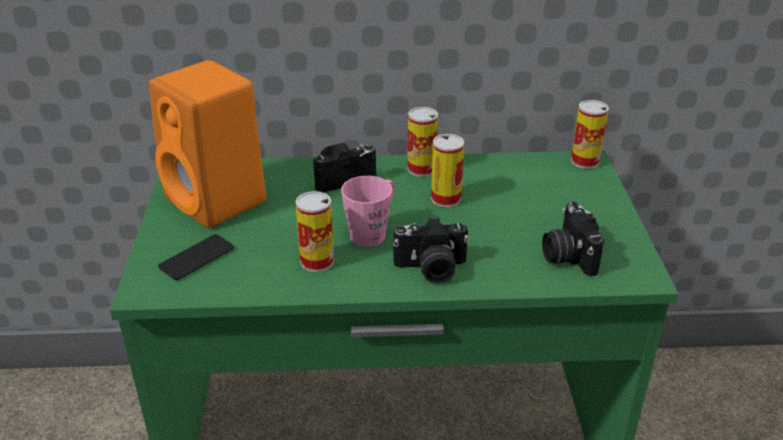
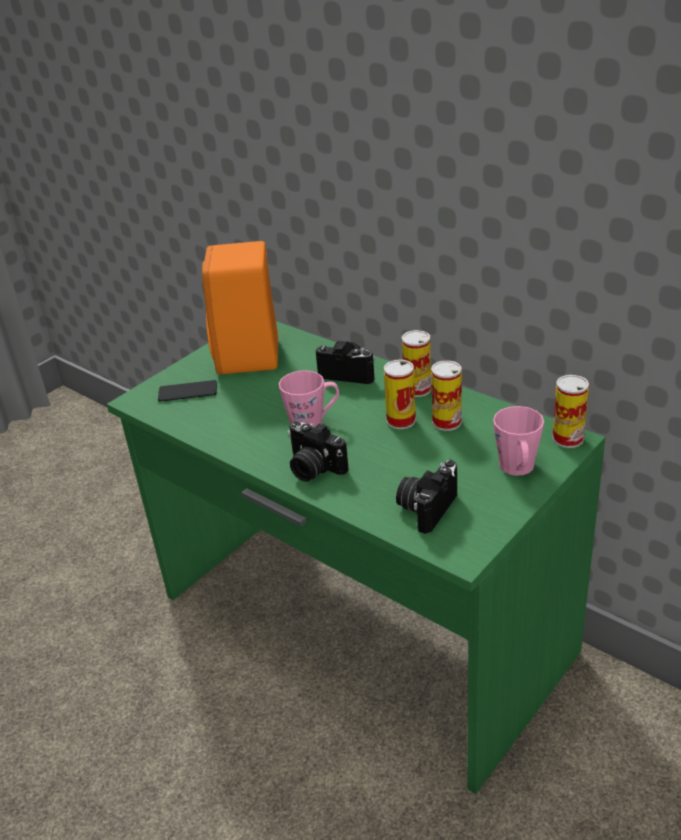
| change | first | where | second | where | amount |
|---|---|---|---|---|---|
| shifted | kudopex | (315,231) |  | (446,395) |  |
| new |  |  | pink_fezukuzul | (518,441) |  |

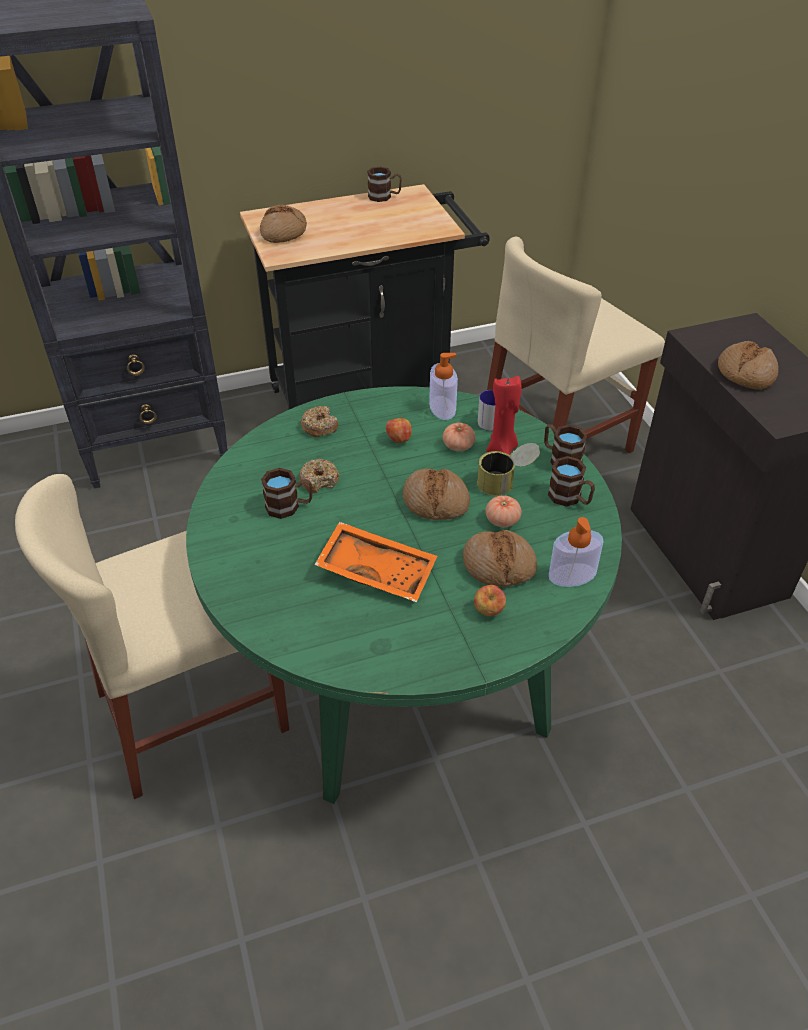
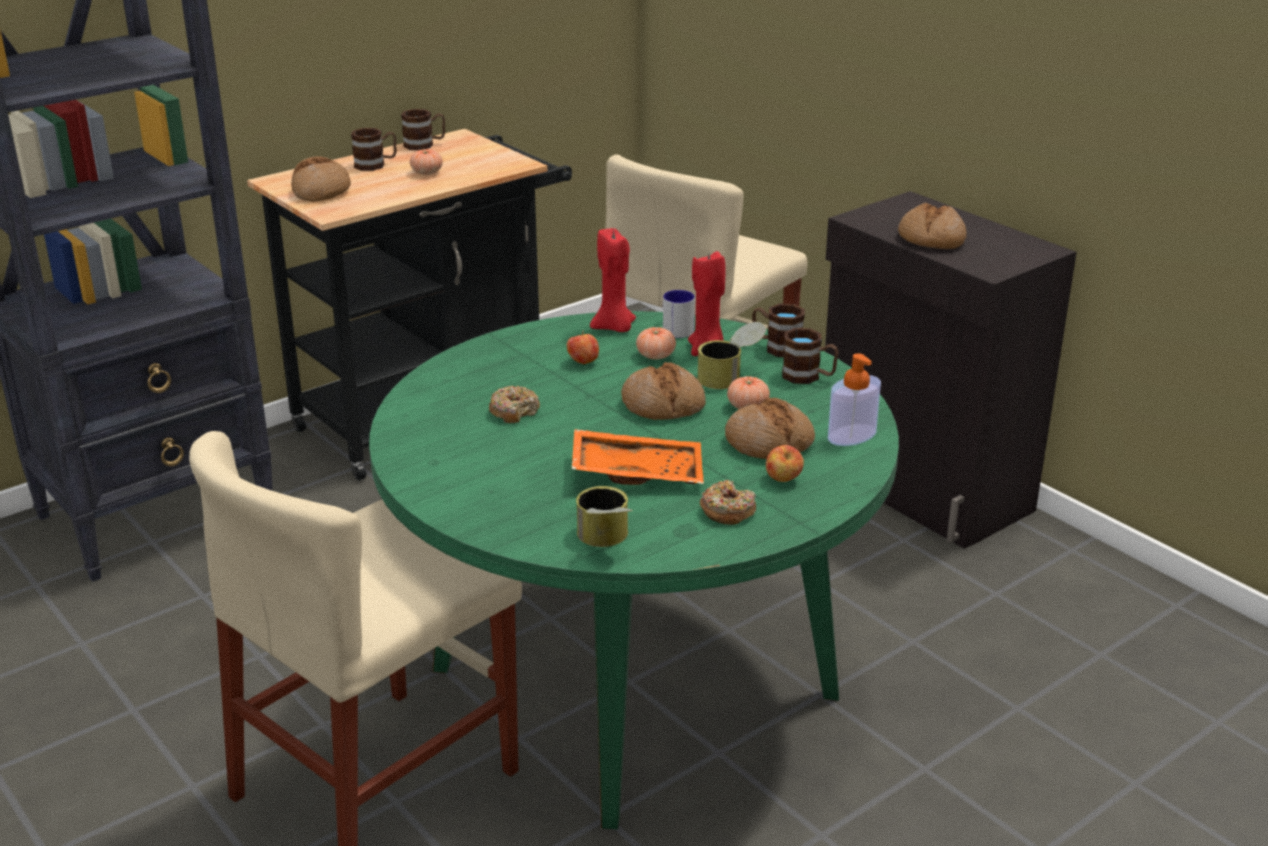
| change | first | where | second | where | amount |
|---|---|---|---|---|---|
| shifted | brown_fezukuzul | (286,493) |  | (373,149) |  |
| new |  |  | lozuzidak | (426,162) |  |
| new |  |  | kudopex | (604,516) |  |
| swapped | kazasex | (443,386) | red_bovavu | (613,280) |  |
| shifted | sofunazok | (319,421) |  | (728,502) |  |

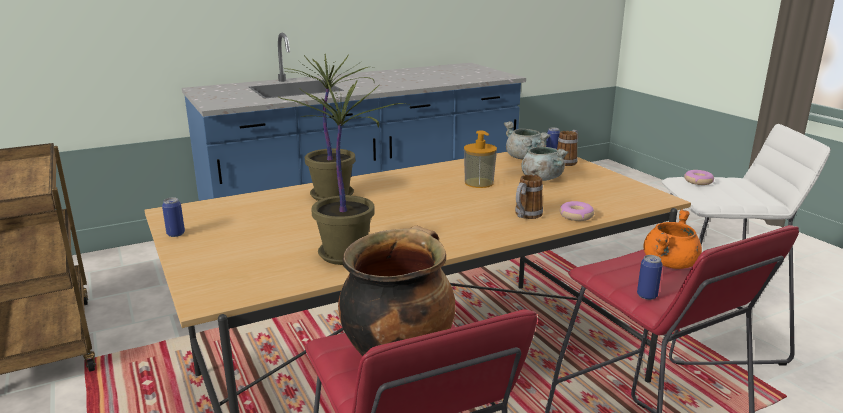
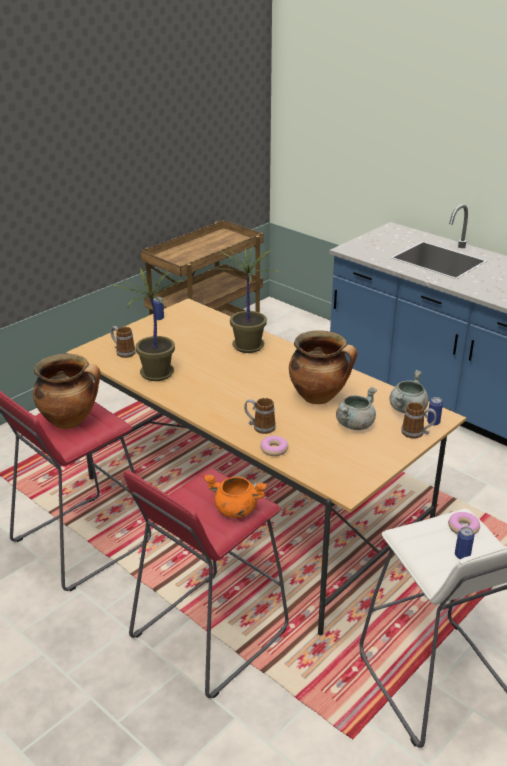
| change | first | where | second | where | amount |
|---|---|---|---|---|---|
| new |  |  | fezukuzul | (123,342) |  |
| swapped | kazasex | (480,159) | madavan | (323,367) |  |
| shifted | kudopex | (650,277) |  | (464,543) |  |

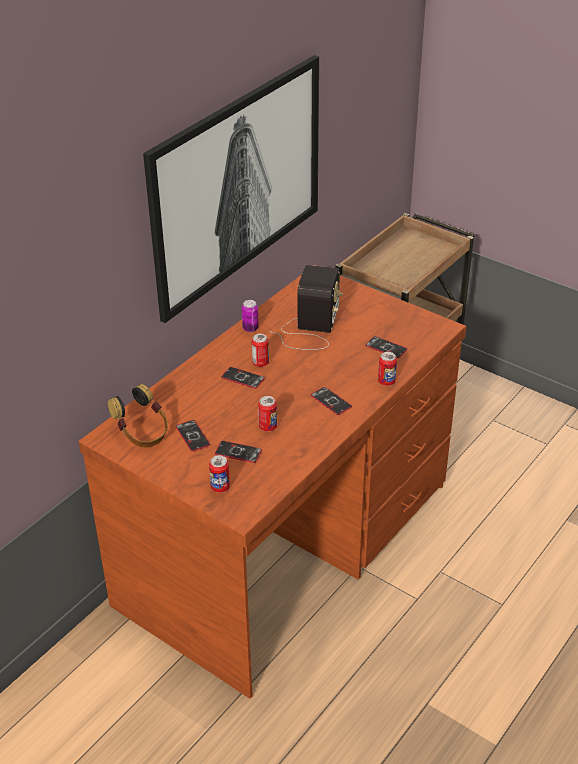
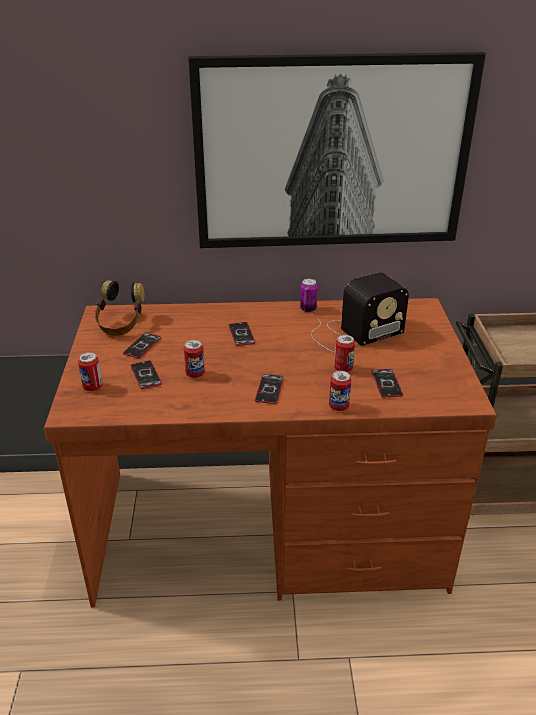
| change | first | where | second | where | amount |
|---|---|---|---|---|---|
| shifted | kudopex | (260,350) |  | (344,353) |  |

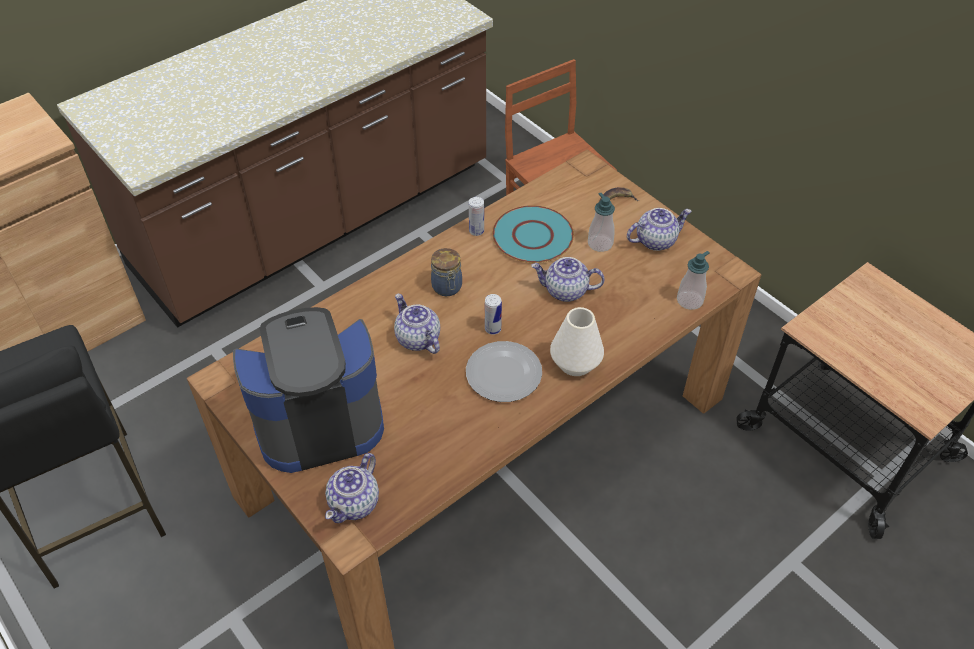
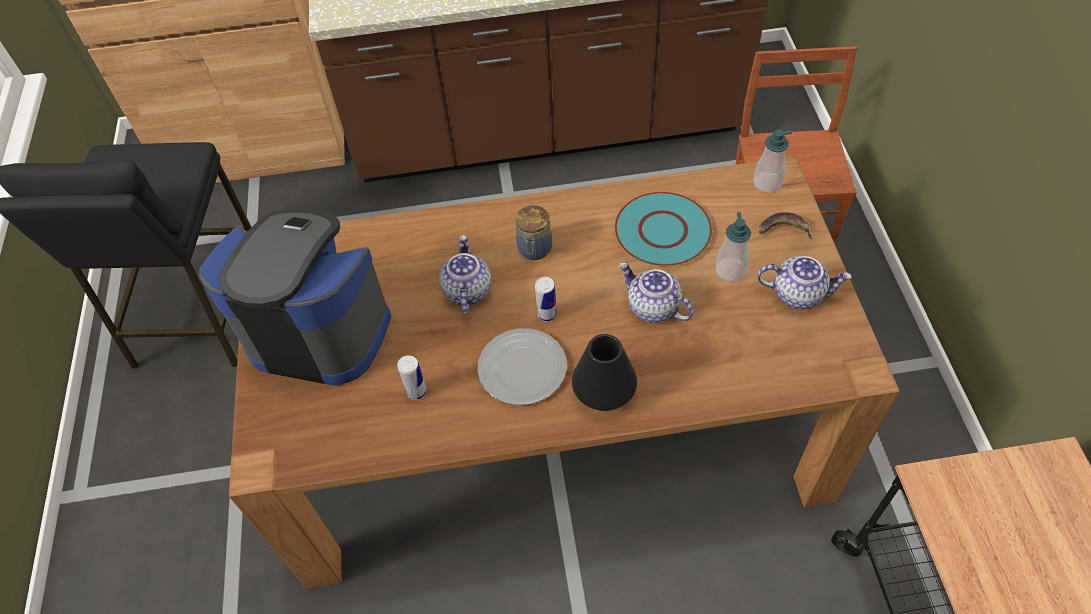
| change | first | where | second | where | amount |
|---|---|---|---|---|---|
| shifted | kudopex | (476,216) |  | (412,377) |  |
| repainted | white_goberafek | (577,341) | black_goberafek | (604,372) |  |
| shifted | kazasex | (693,280) |  | (772,161) |  |
| gone | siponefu | (352,488) |  |  |  |

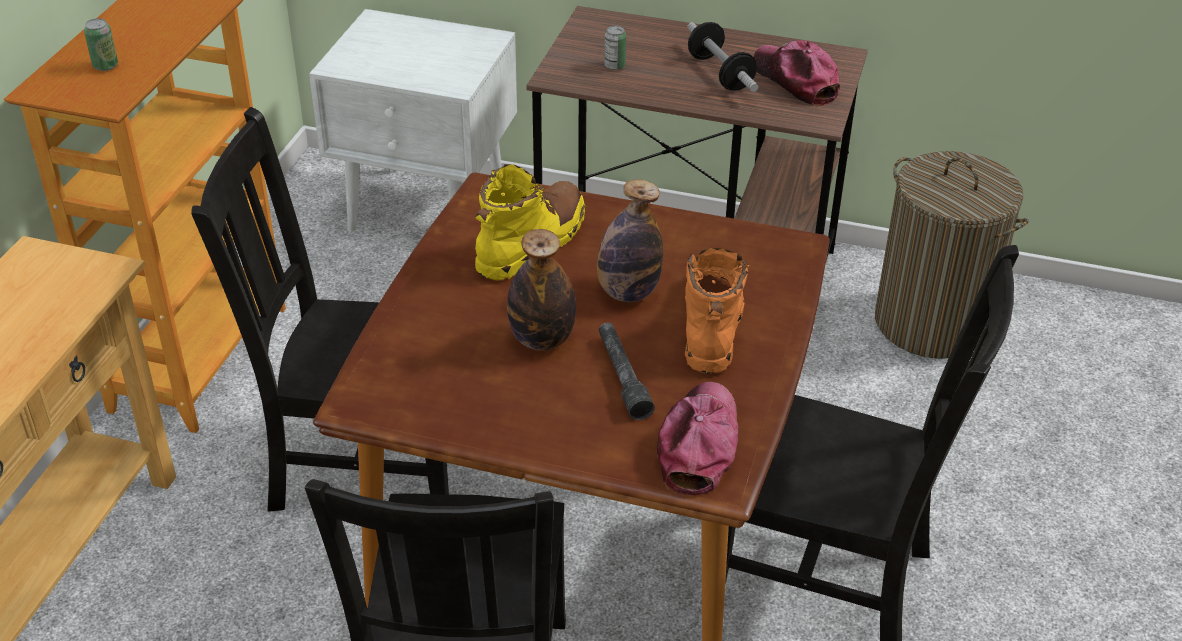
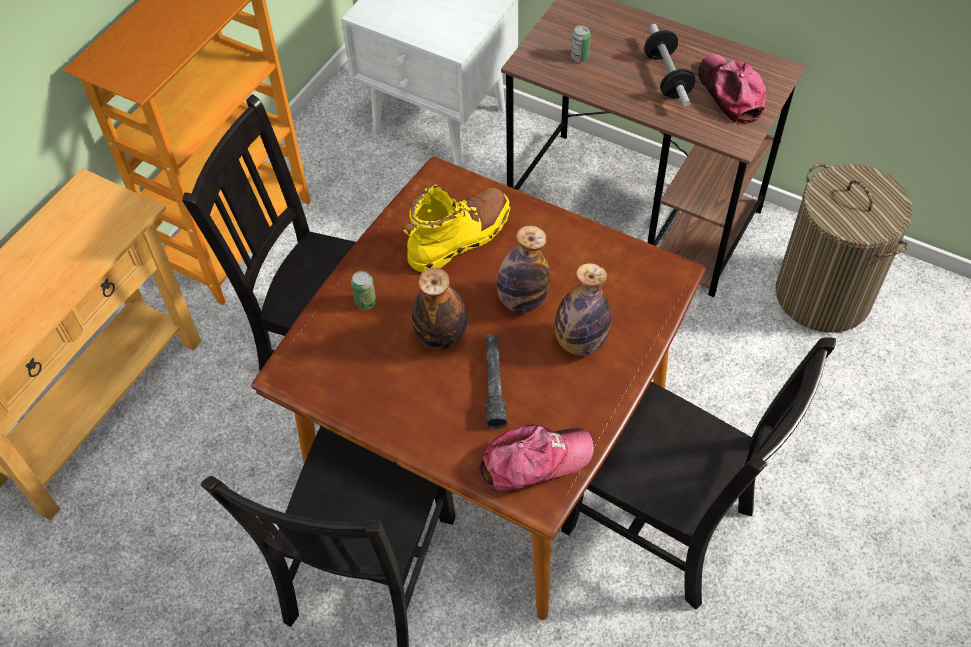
| change | first | where | second | where | amount |
|---|---|---|---|---|---|
| shifted | kudopex | (101,44) |  | (363,290) |  |
| rotated | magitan | (697,438) |  | (536,458) | 45 degrees clockwise |
| swapped | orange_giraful | (717,311) | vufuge | (583,309) |  |

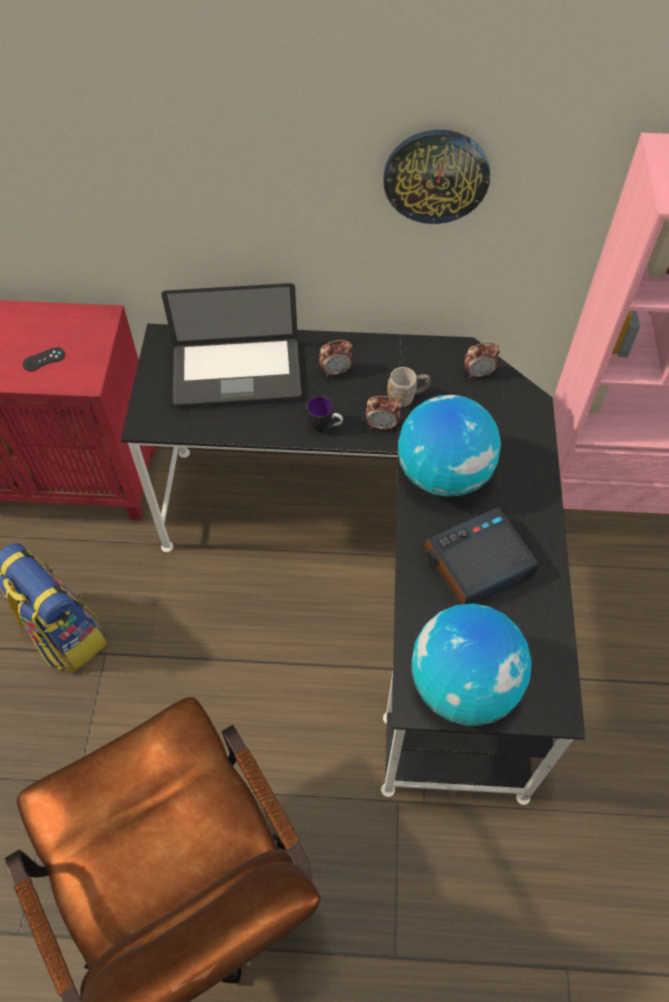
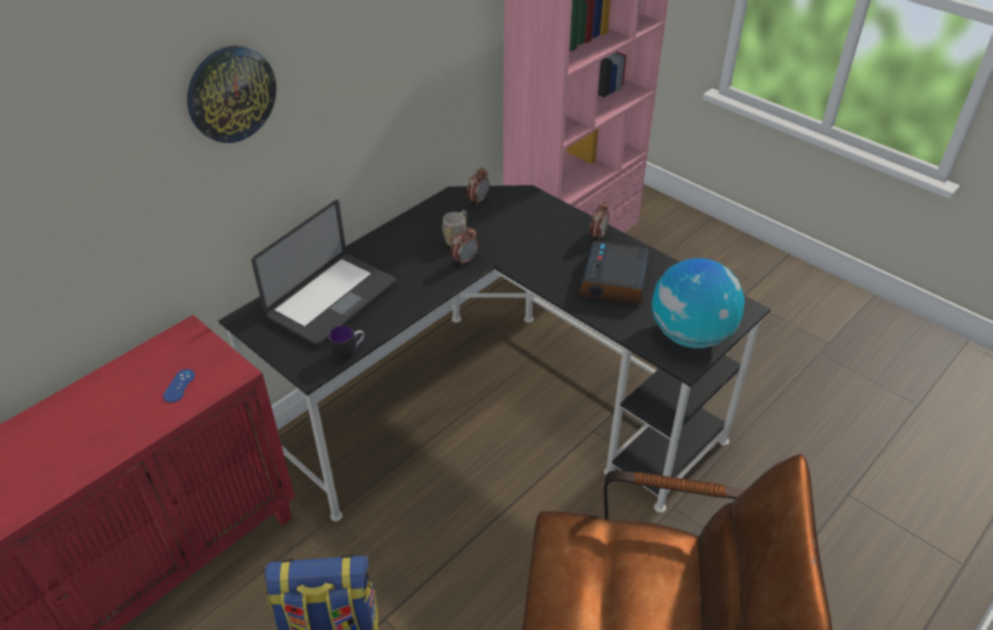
| change | first | where | second | where | amount |
|---|---|---|---|---|---|
| repainted | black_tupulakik | (43,359) | blue_tupulakik | (179,386) |  |
| shifted | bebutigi | (436,177) |  | (231,94) |  |
| shifted | fezukuzul | (324,414) |  | (346,343) |  |
| shifted | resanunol | (336,358) |  | (599,221) |  |
| gone | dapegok | (449,446) |  |  |  |

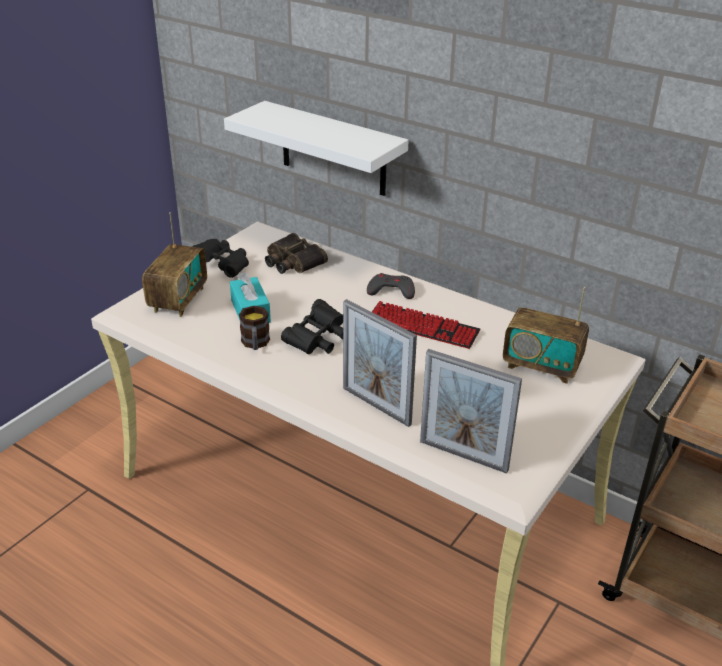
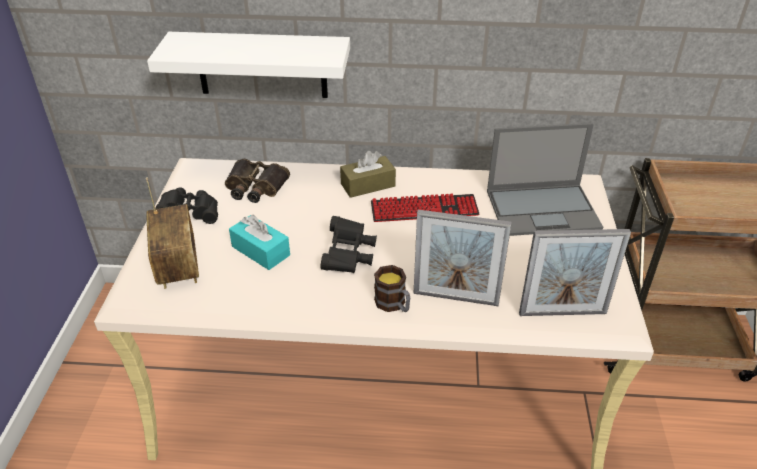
| change | first | where | second | where | amount |
|---|---|---|---|---|---|
| swapped | grey_tupulakik | (391,286) | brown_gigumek | (368,174) |  |
| shifted | fezukuzul | (254,328) |  | (392,288) |  |
| swapped | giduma | (546,335) | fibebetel | (545,179) |  |

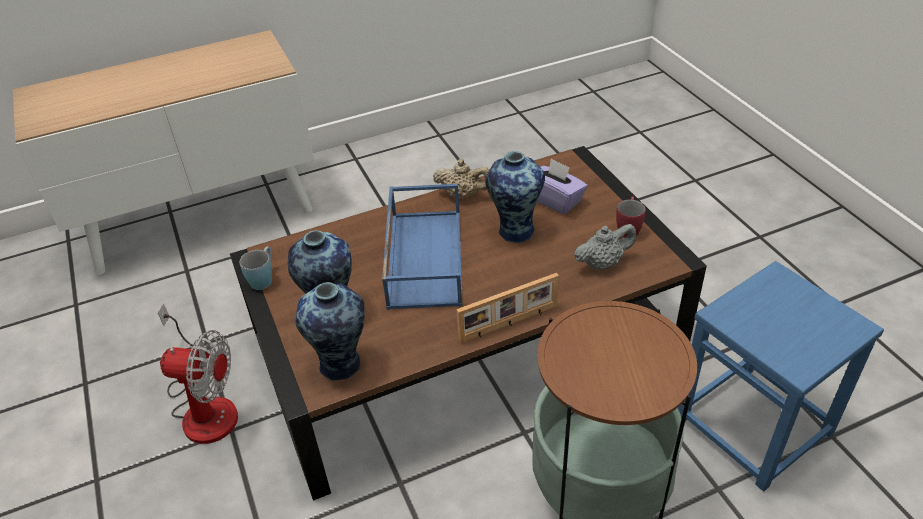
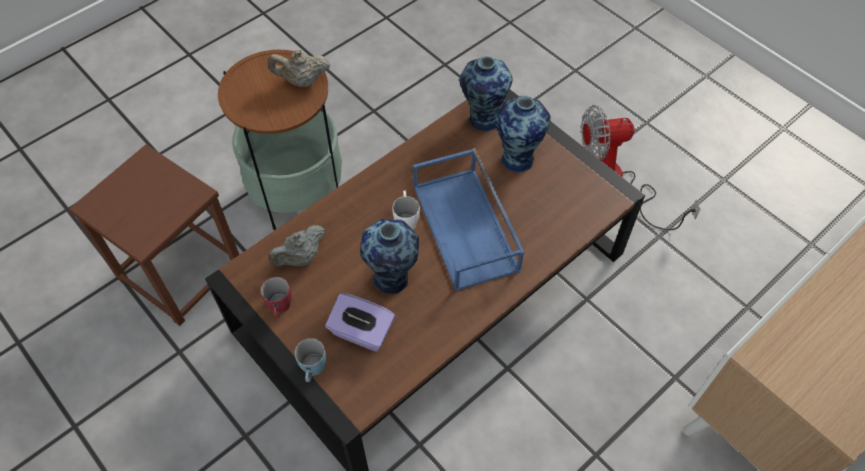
| change | first | where | second | where | amount |
|---|---|---|---|---|---|
| repainted | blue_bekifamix | (781,376) | brown_bekifamix | (154,235) |  |
| shifted | beige_siponefu | (461,179) |  | (299,68) |  |
| shifted | blue_fezukuzul | (256,268) |  | (310,360) |  |
| new |  |  | white_fezukuzul | (406,210) |  |
| gone | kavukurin | (508,308) |  |  |  |

